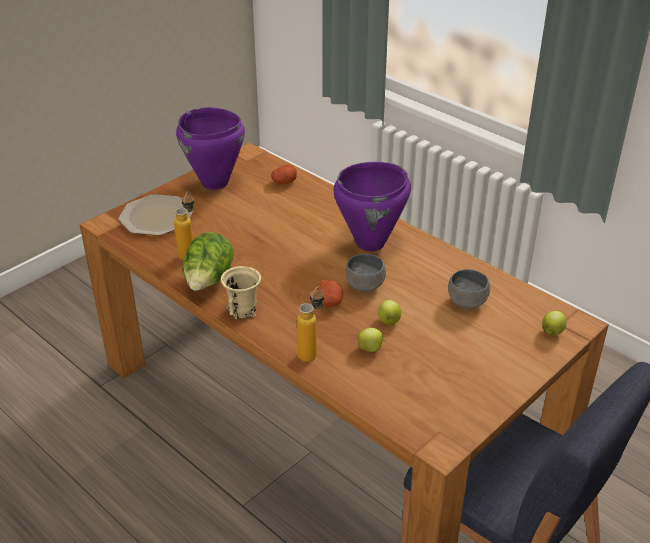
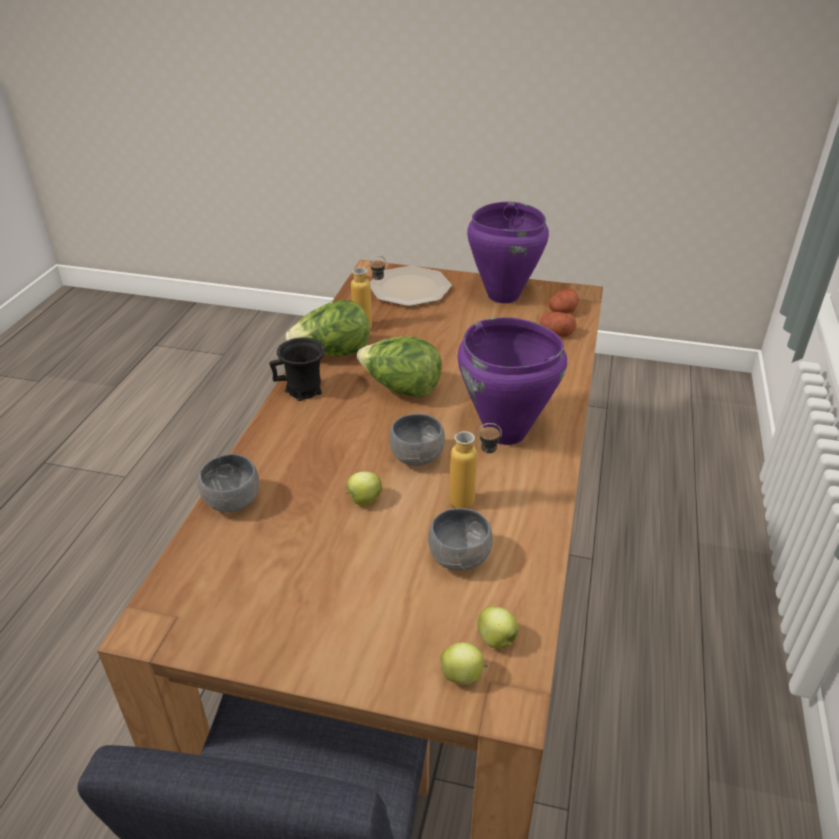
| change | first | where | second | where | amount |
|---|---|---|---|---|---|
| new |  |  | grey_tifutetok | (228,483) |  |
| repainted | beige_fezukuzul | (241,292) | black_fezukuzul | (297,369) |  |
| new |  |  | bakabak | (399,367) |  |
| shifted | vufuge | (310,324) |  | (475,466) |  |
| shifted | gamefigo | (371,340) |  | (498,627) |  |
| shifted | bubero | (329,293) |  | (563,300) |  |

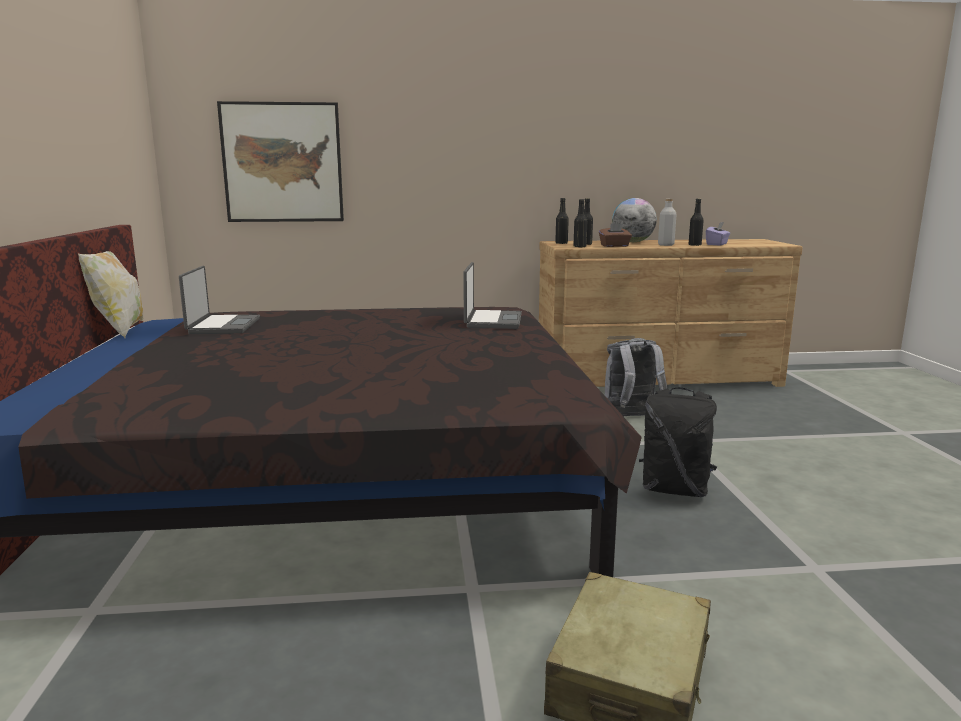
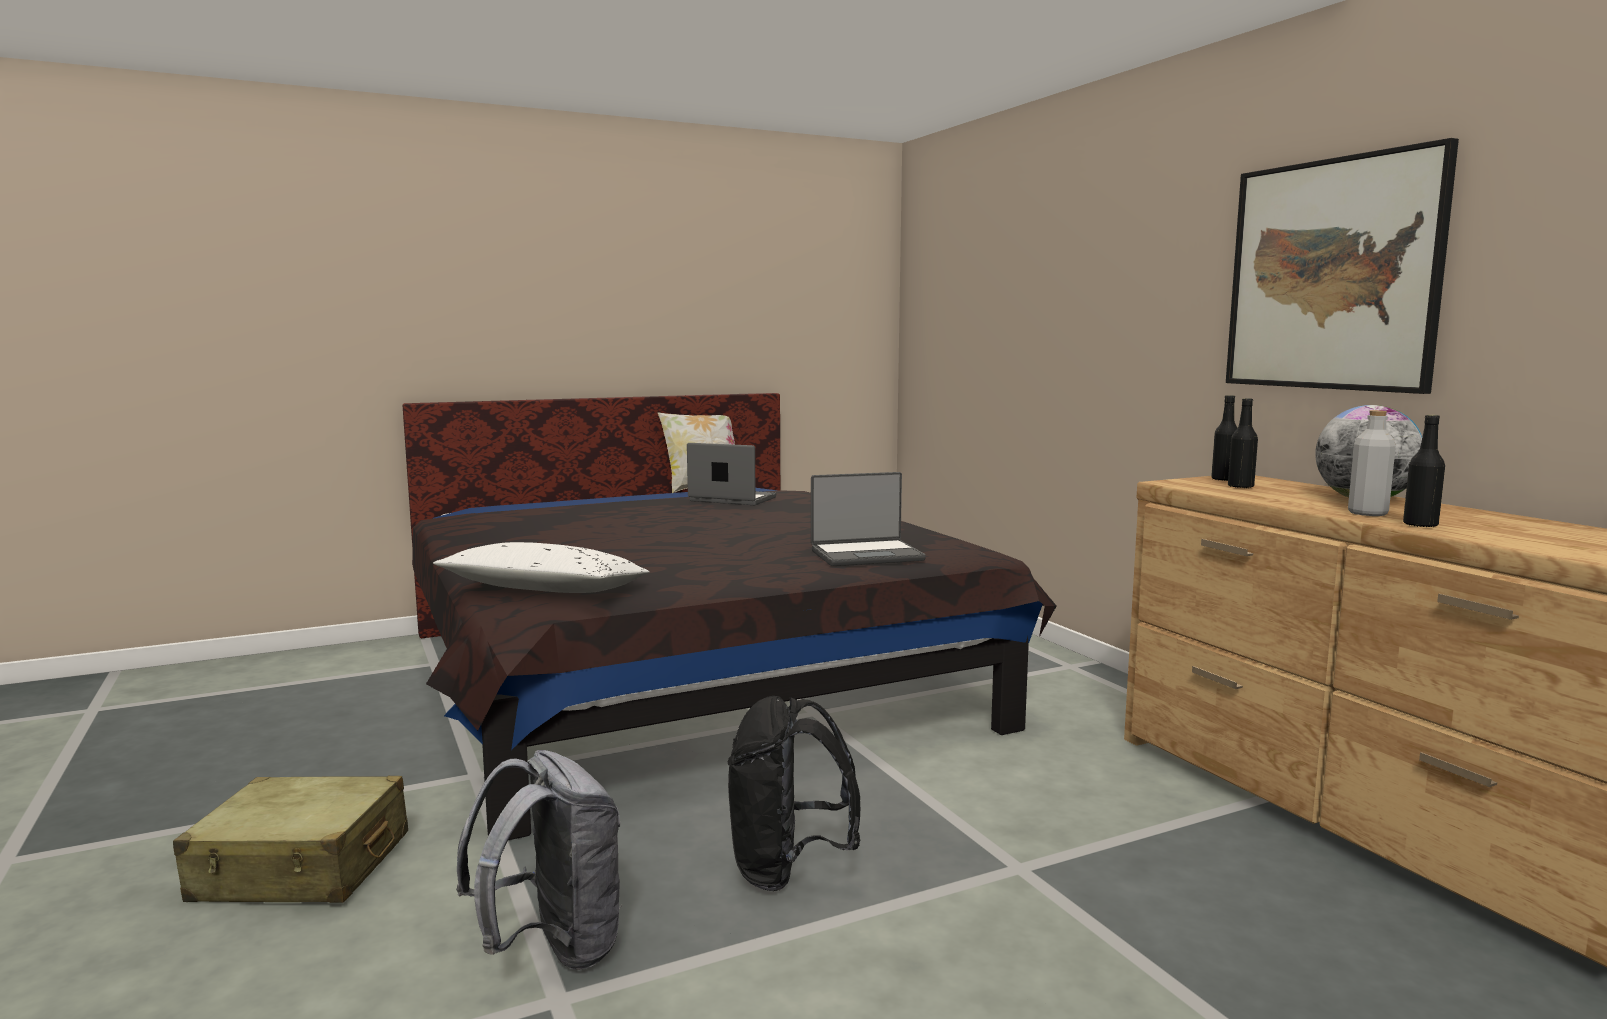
| change | first | where | second | where | amount |
|---|---|---|---|---|---|
| new |  |  | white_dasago | (541,567) |  |
| shifted | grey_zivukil | (636,377) |  | (539,860) |  |
| rotated | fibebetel | (219,300) |  | (731,474) | 135 degrees counterclockwise |
| shifted | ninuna | (280,161) |  | (1342,266) |  |
| gone | black_vufuge | (580,223) |  |  |  |
| gone | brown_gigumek | (615,235) |  |  |  |
| gone | purple_gigumek | (718,234) |  |  |  |

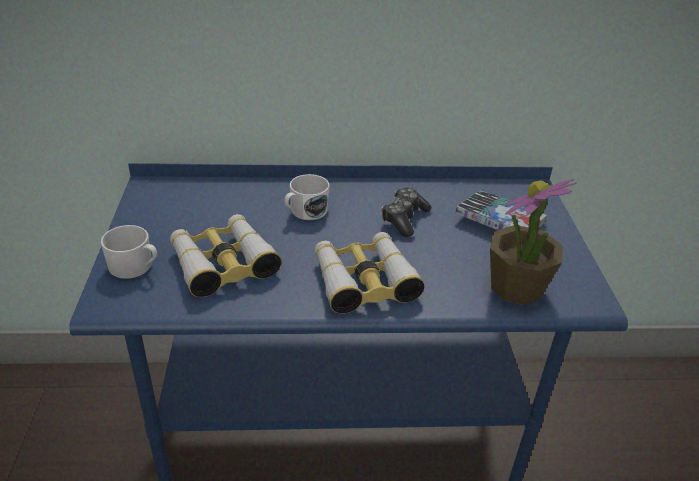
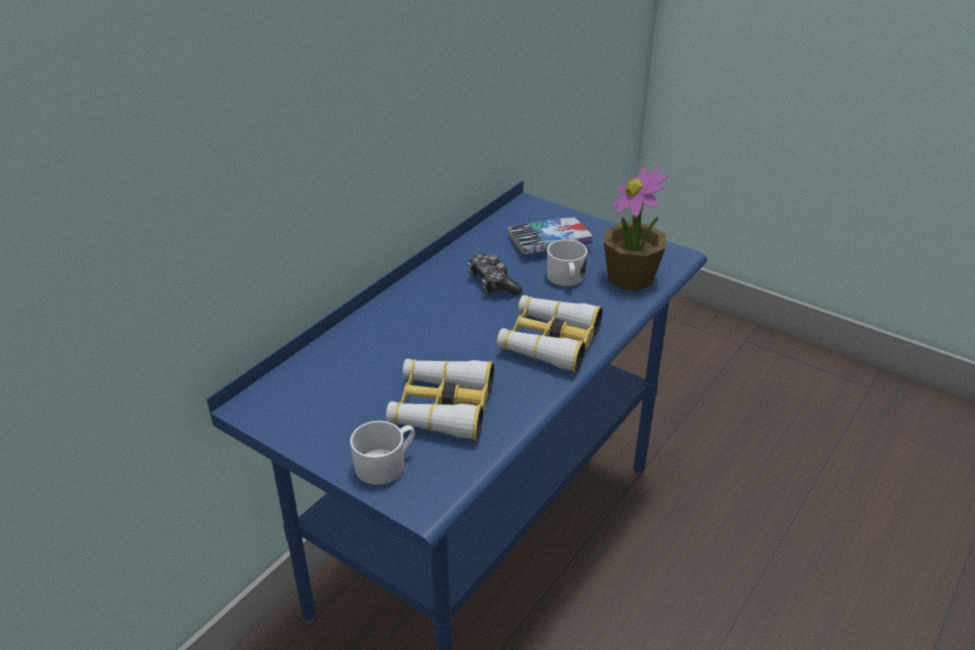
| change | first | where | second | where | amount |
|---|---|---|---|---|---|
| shifted | white_fezukuzul | (307,197) |  | (567,263) |  |

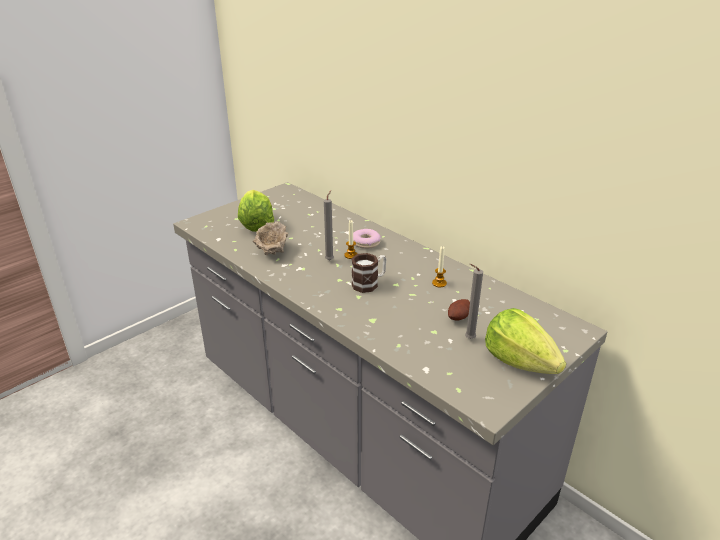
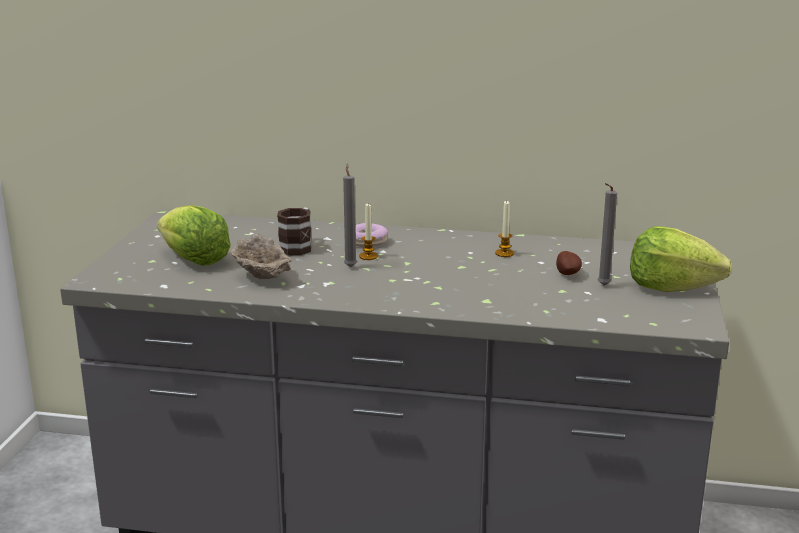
| change | first | where | second | where | amount |
|---|---|---|---|---|---|
| shifted | fezukuzul | (368,273) |  | (294,231) |  |

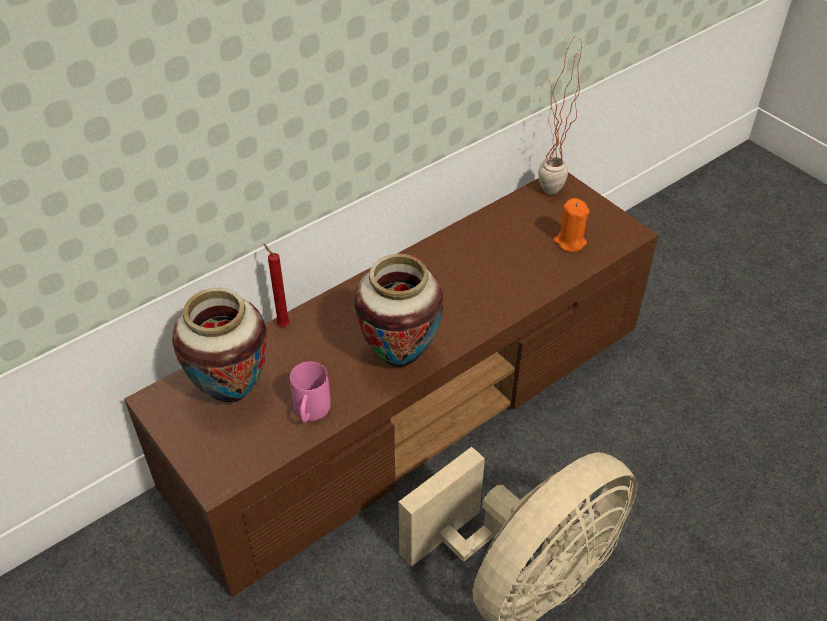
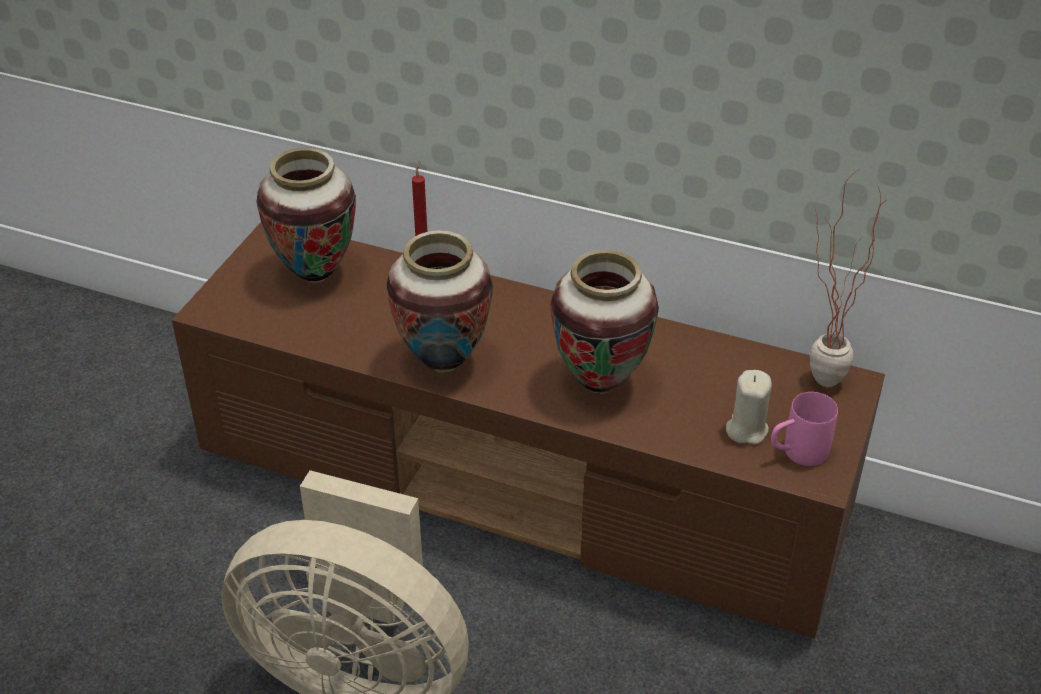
| change | first | where | second | where | amount |
|---|---|---|---|---|---|
| new |  |  | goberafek | (604,322) |  |
| repainted | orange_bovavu | (571,225) | beige_bovavu | (749,407) |  |
| shifted | pink_fezukuzul | (310,392) |  | (804,429) |  |

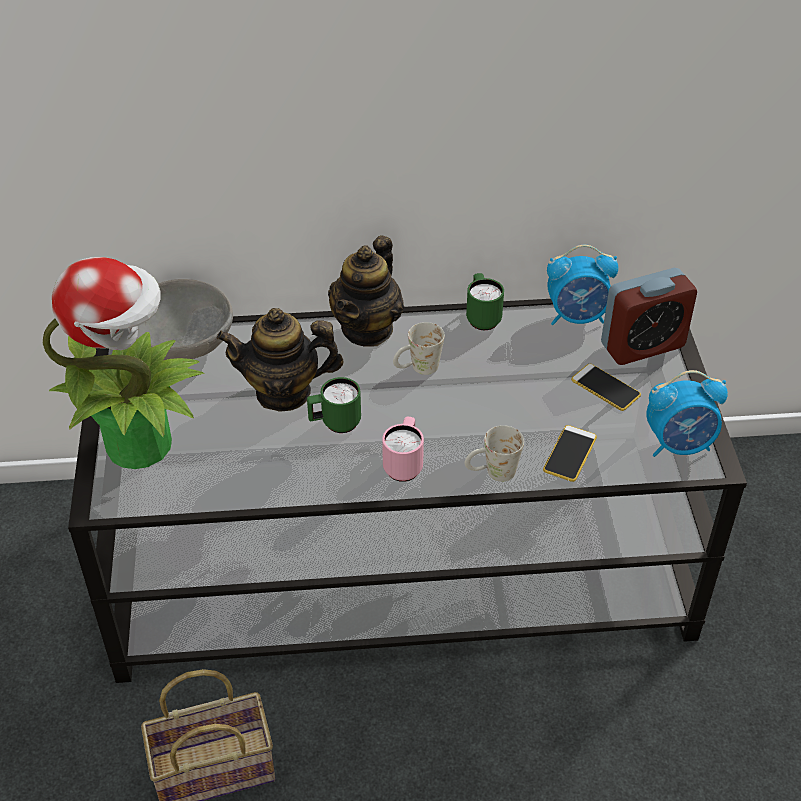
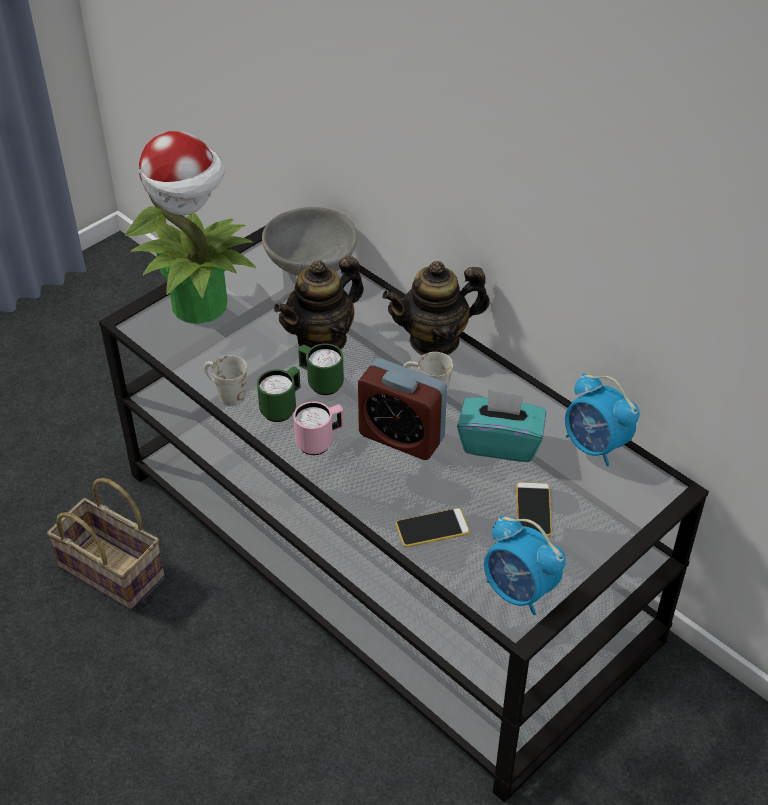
| change | first | where | second | where | amount |
|---|---|---|---|---|---|
| shifted | white_fezukuzul | (494,453) |  | (225,380) |  |
| shifted | green_fezukuzul | (485,301) |  | (279,394) |  |
| rotated | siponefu | (280,360) |  | (319,302) | 90 degrees counterclockwise |
| shifted | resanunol | (649,316) |  | (402,409) |  |
| new |  |  | turquoise_gigumek | (501,425) |  |

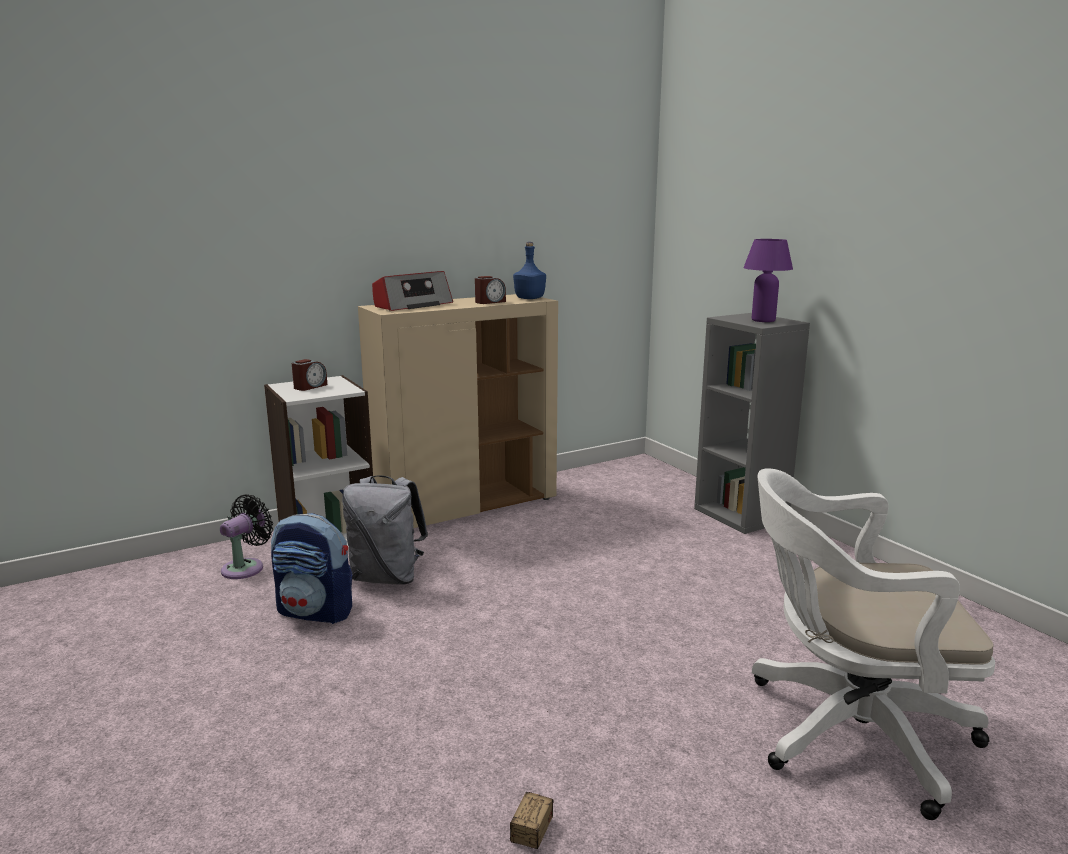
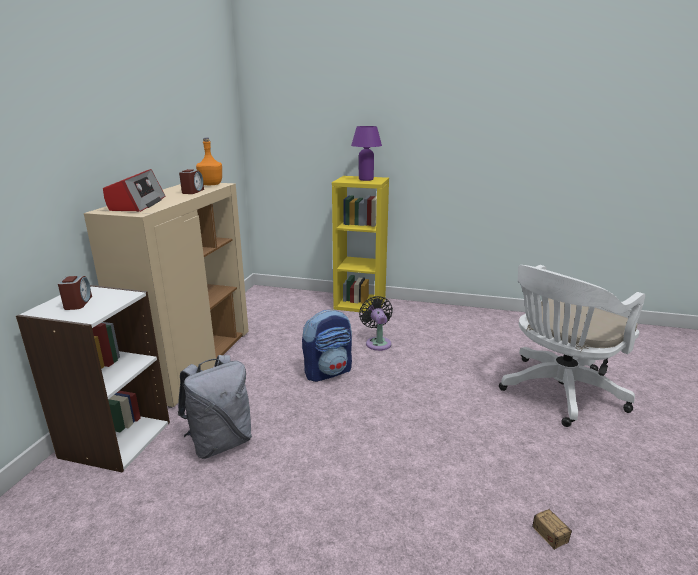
| change | first | where | second | where | amount |
|---|---|---|---|---|---|
| repainted | blue_vufuge | (529,270) | orange_vufuge | (209,161) |  |
| shifted | zivukil | (311,568) |  | (327,345) |  |
| repainted | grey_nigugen | (752,423) | yellow_nigugen | (360,244) |  |
| shifted | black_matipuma | (246,536) |  | (376,323) |  |

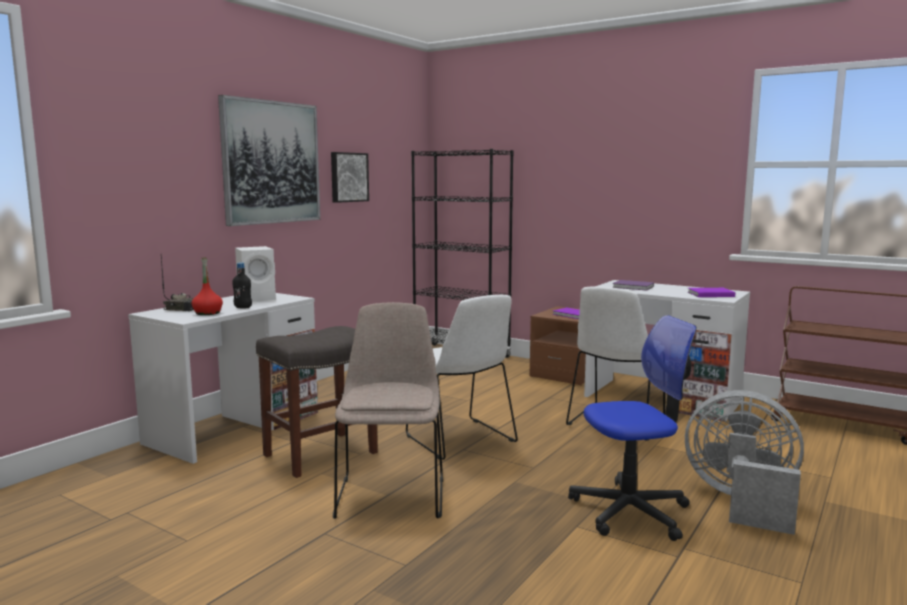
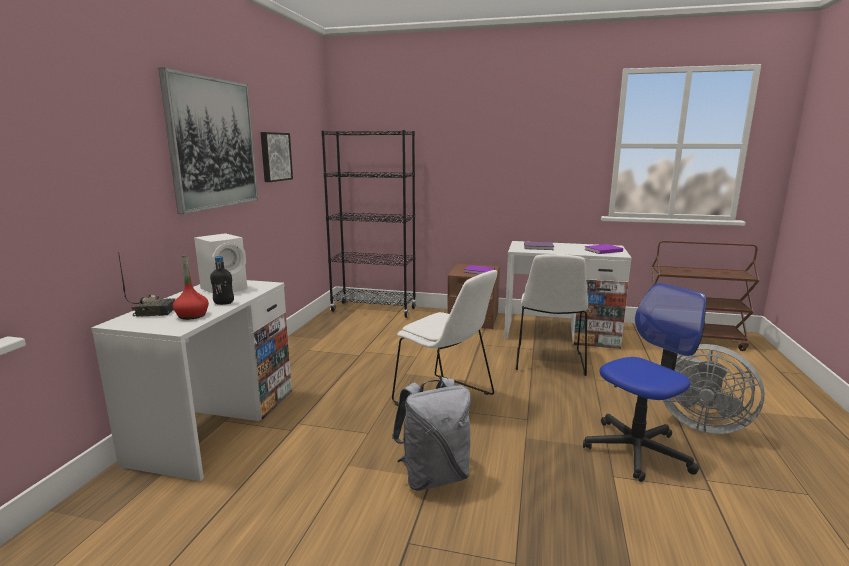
| change | first | where | second | where | amount |
|---|---|---|---|---|---|
| swapped | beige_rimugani | (388,410) | grey_zivukil | (431,434) |  |
| rotated | grey_matipuma | (744,462) |  | (714,389) | 150 degrees counterclockwise |
| gone | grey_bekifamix | (317,402) |  |  |  |

